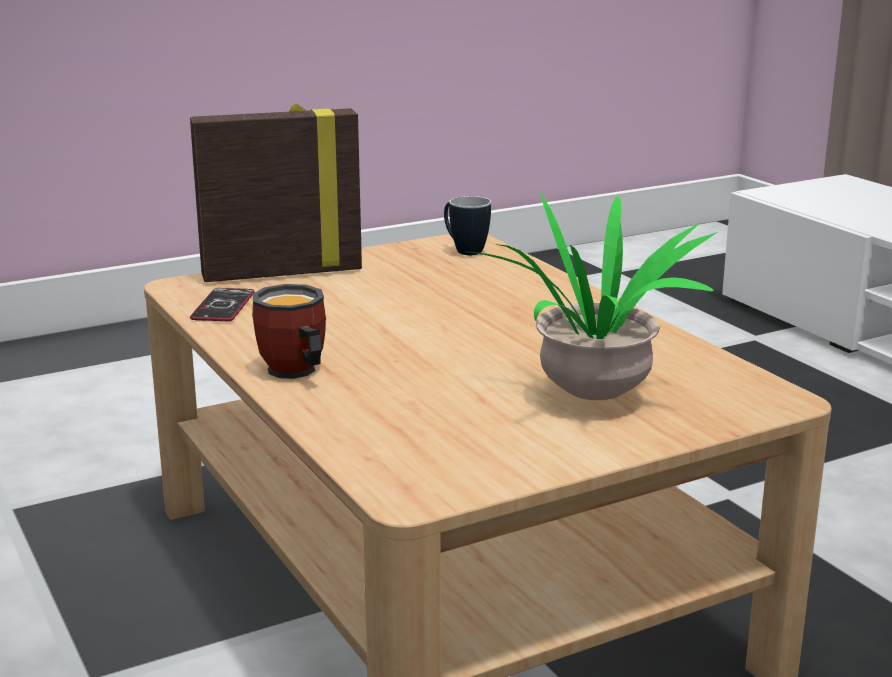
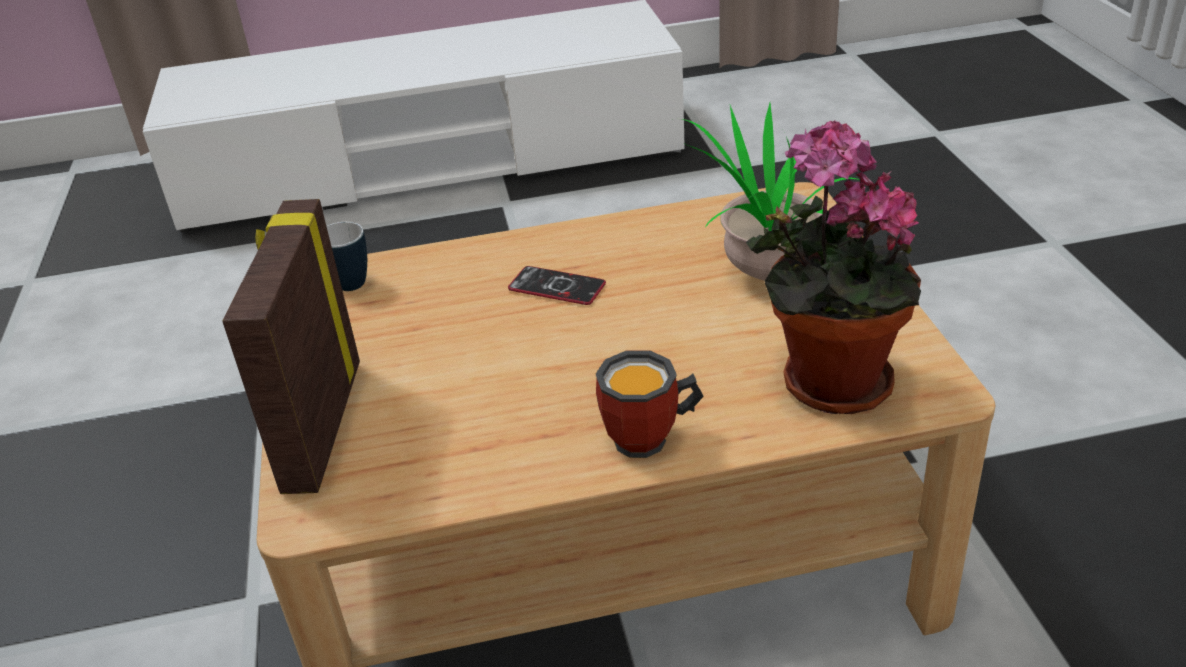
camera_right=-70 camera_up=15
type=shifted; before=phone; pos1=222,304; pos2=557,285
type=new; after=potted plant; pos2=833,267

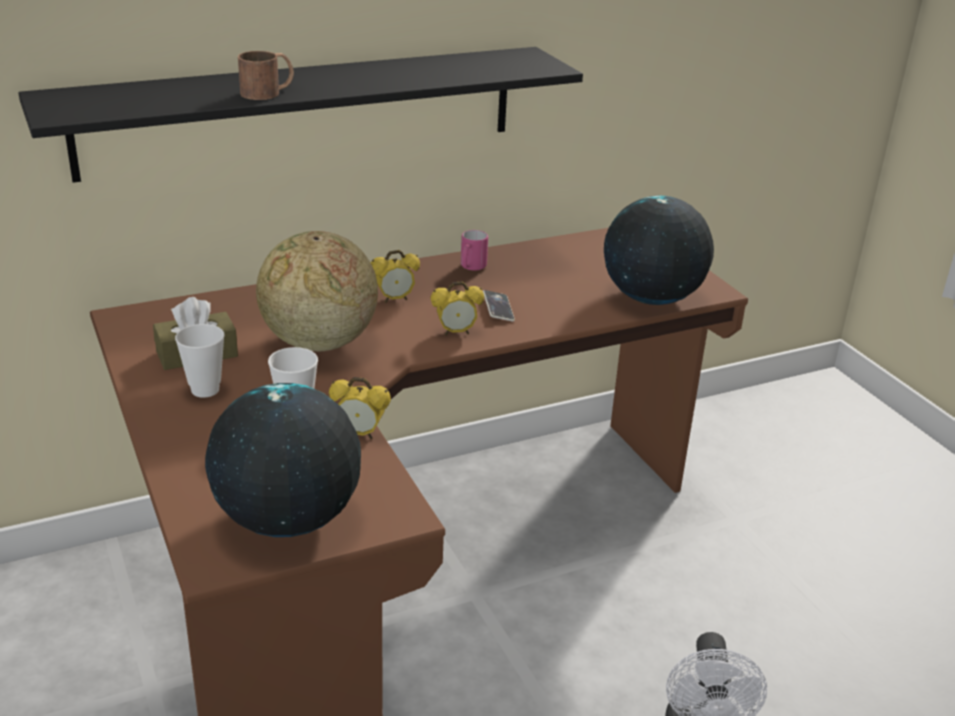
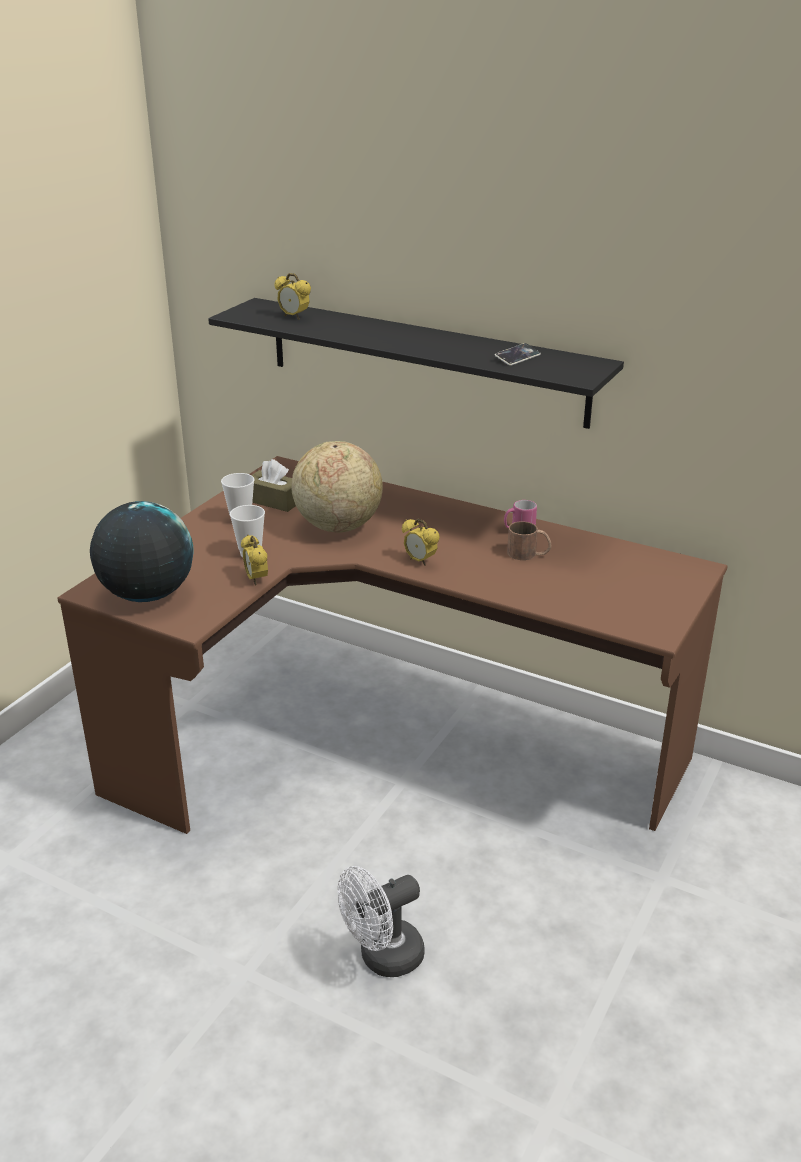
camera_right=55 camera_up=0
type=shifted; before=brown-coloured mug; pos1=266,75; pos2=529,540
type=gone; before=desk globe; pos1=659,250
type=shifted; before=table clock; pos1=395,276; pos2=292,296
type=shifted; before=phone; pos1=499,306; pos2=518,354

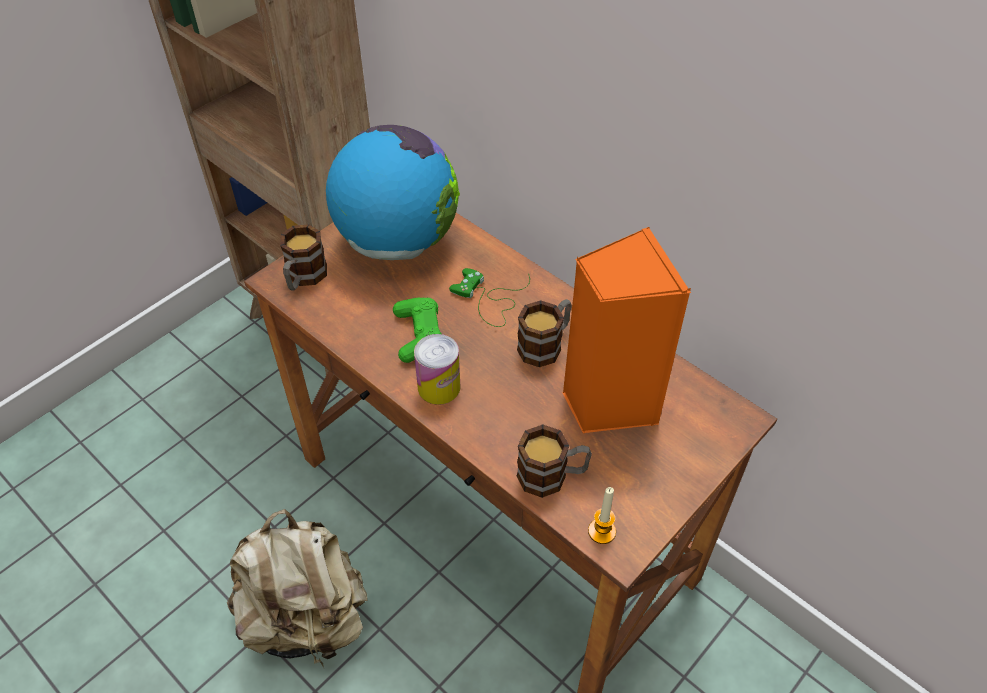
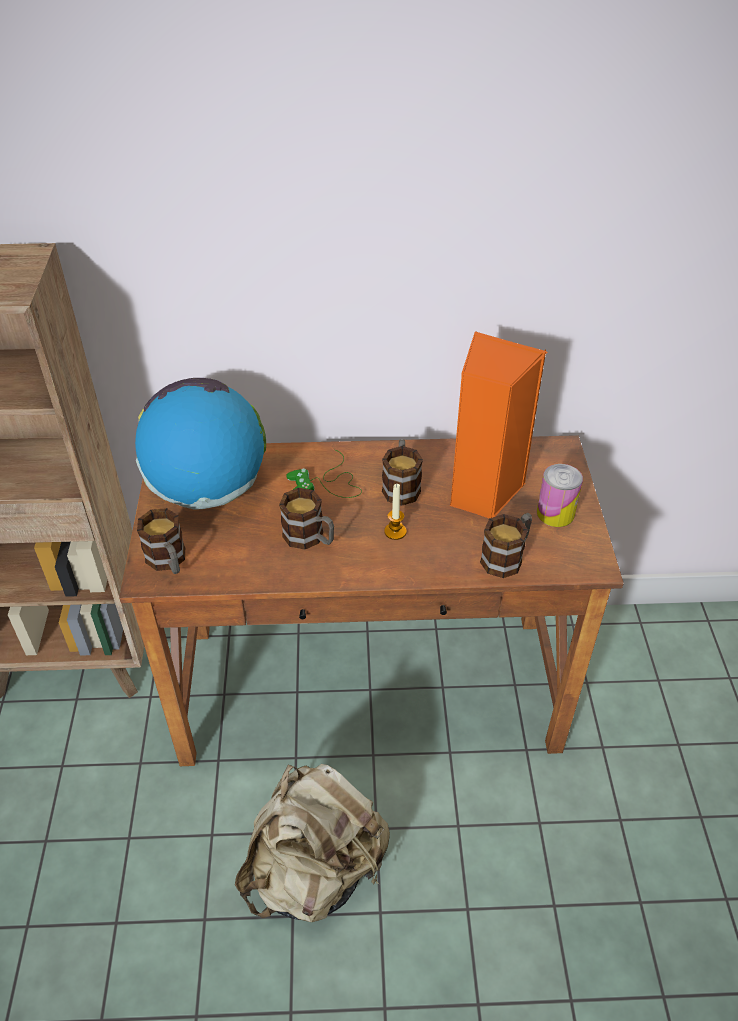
camera_right=-45 camera_up=-5
type=swapped; before=greenish game controller; after=mug; pos1=417,330; pos2=306,519
type=shifted; before=metal can; pos1=437,369; pos2=560,495
type=shifted; before=candle; pos1=602,515; pos2=395,512

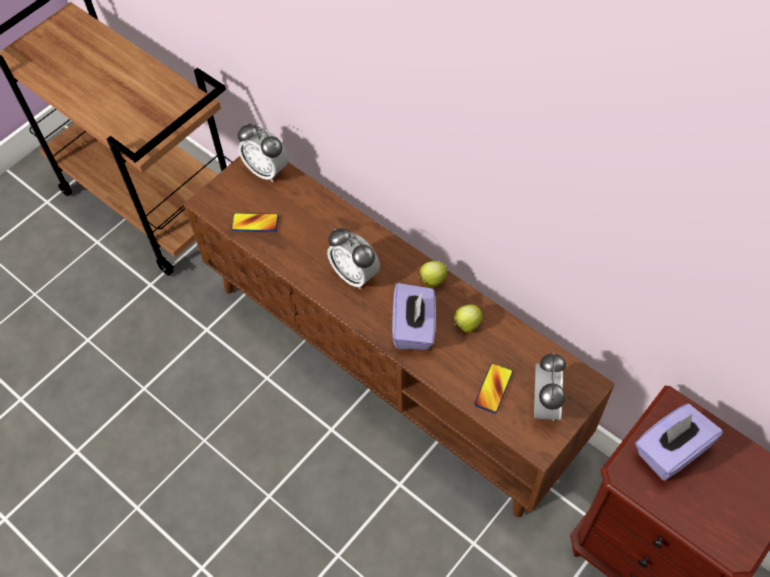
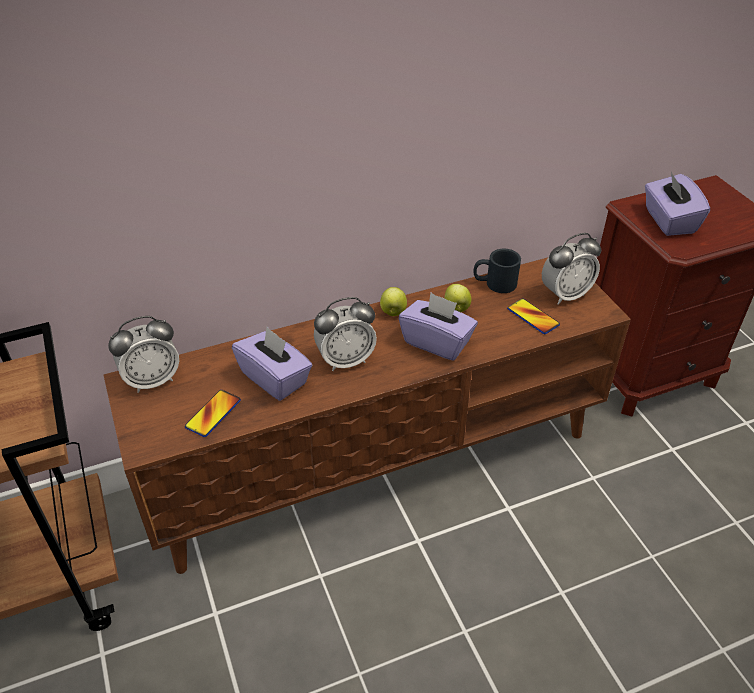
camera_right=-65 camera_up=-15
type=rotated; before=table clock; pos1=550,387; pos2=571,269; turn=120
type=new; after=black-coloured mug; pos2=497,271
type=new; after=purplish tissue holder; pos2=272,364

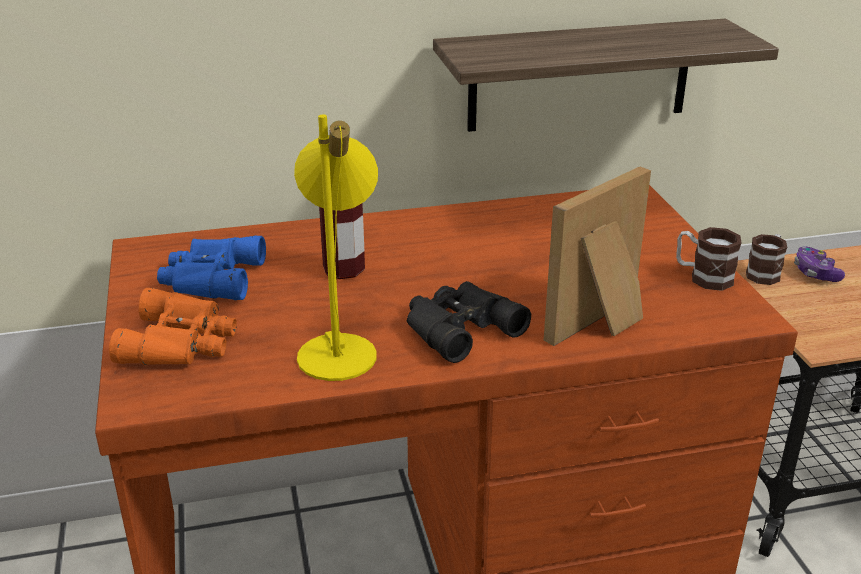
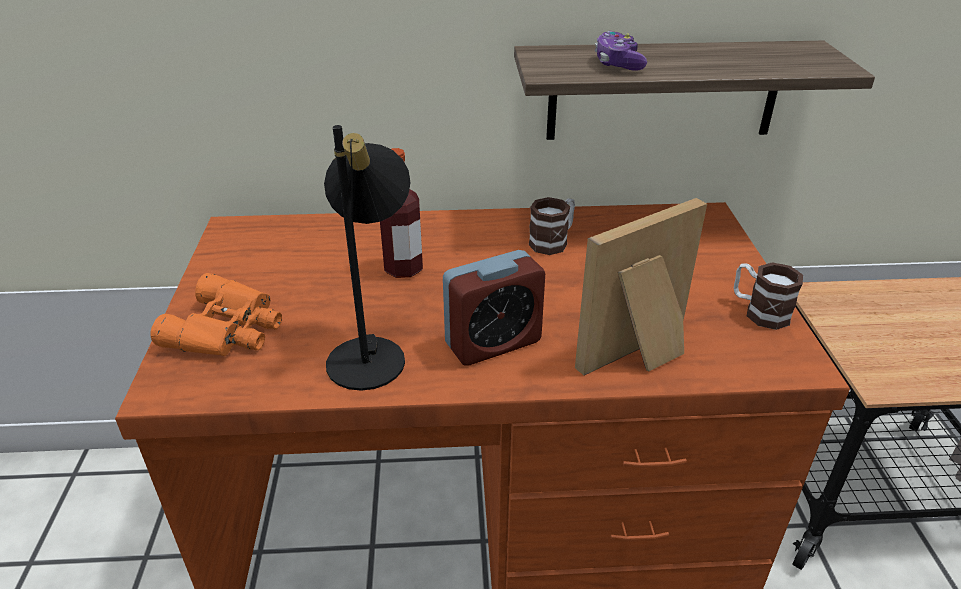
camera_right=10 camera_up=5
type=repainted; before=yellow-coloured lamp for a table; after=black-coloured lamp for a table; pos1=336,248; pos2=367,258
type=shifted; before=mug; pos1=766,259; pos2=552,226
type=gone; before=bluish pair of binoculars; pos1=211,267
type=shifted; before=game controller; pos1=819,264; pos2=621,51
type=swapped; before=black-coloured pair of binoculars; after=table clock; pos1=469,322; pos2=494,308

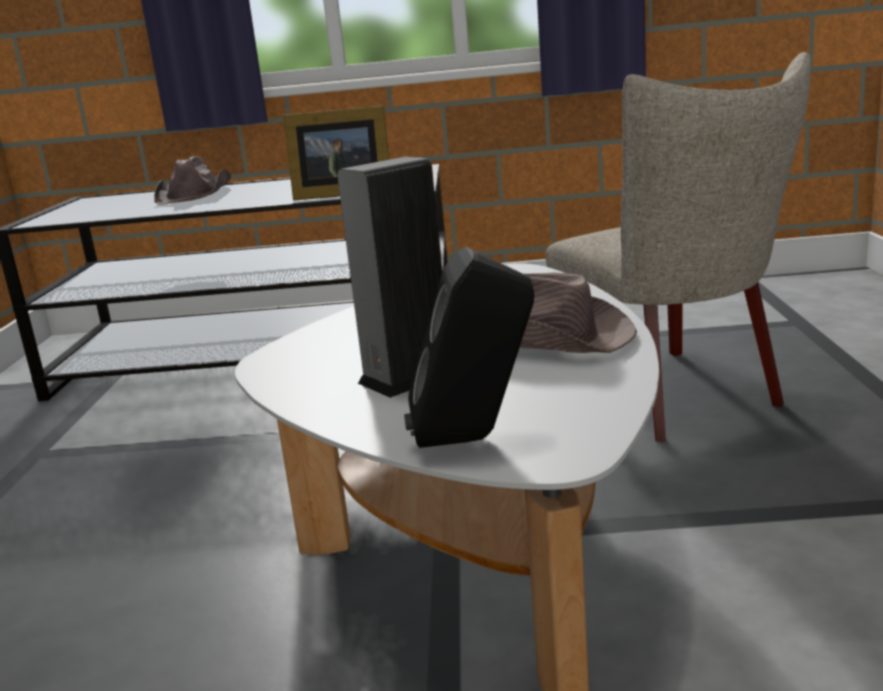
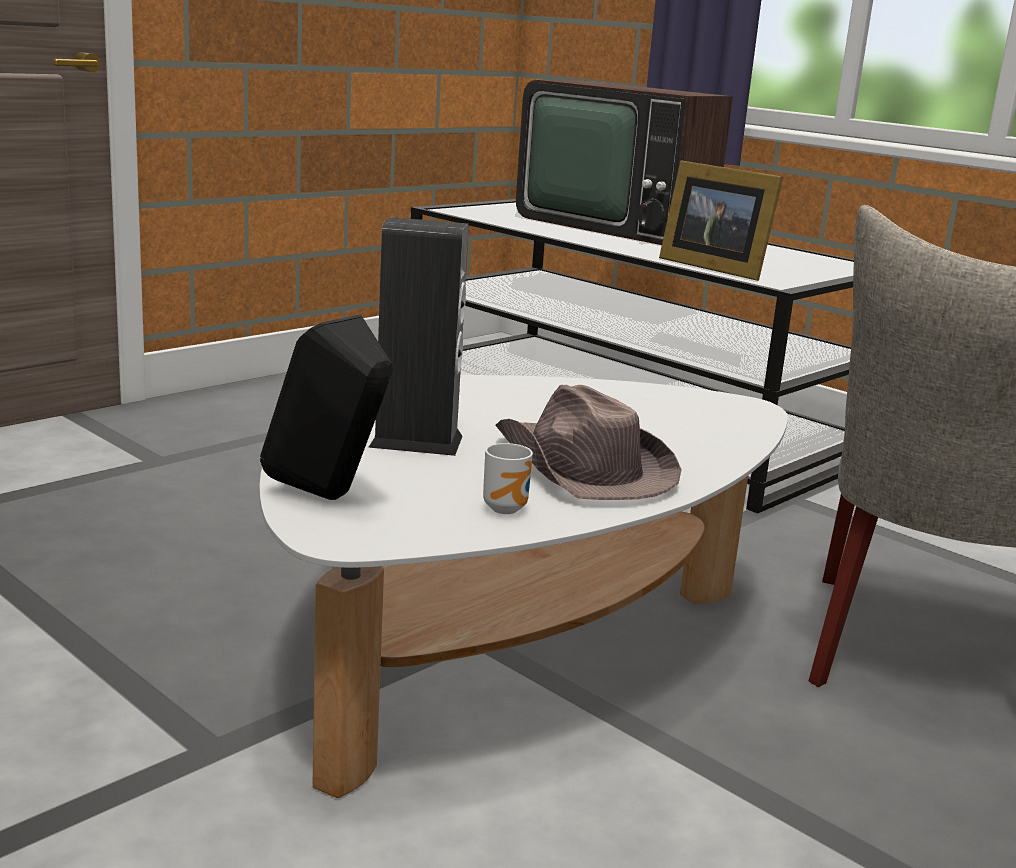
camera_right=40 camera_up=0
type=swapped; before=brown-coloured hat; after=TV set; pos1=192,180; pos2=624,162
type=new; after=mug; pos2=508,478

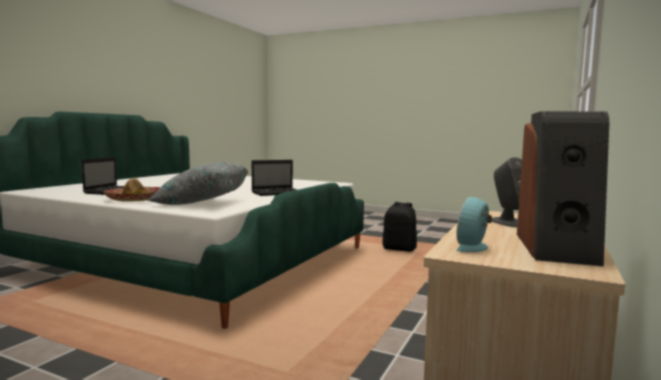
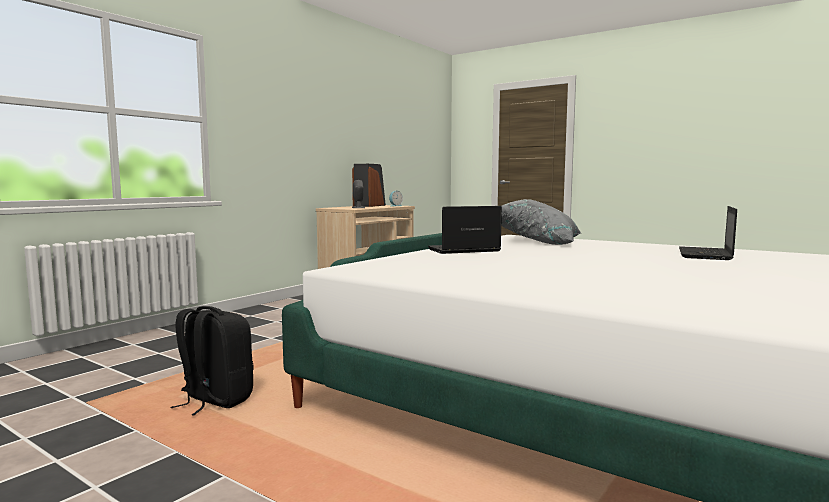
camera_right=-170 camera_up=0
type=gone; before=hat; pos1=131,190

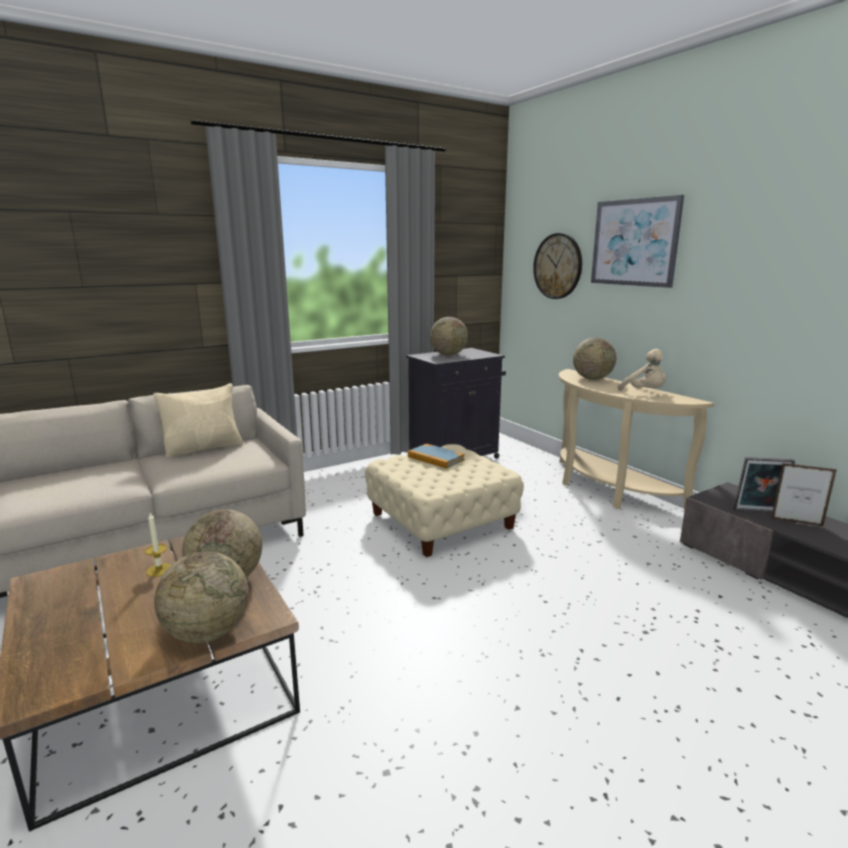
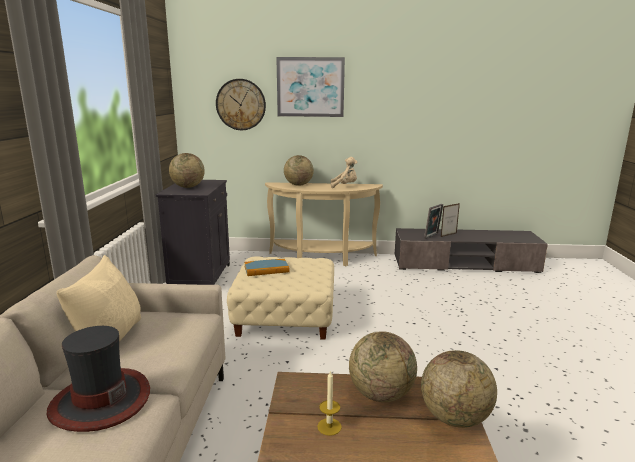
camera_right=-55 camera_up=0
type=new; after=hat; pos2=98,379

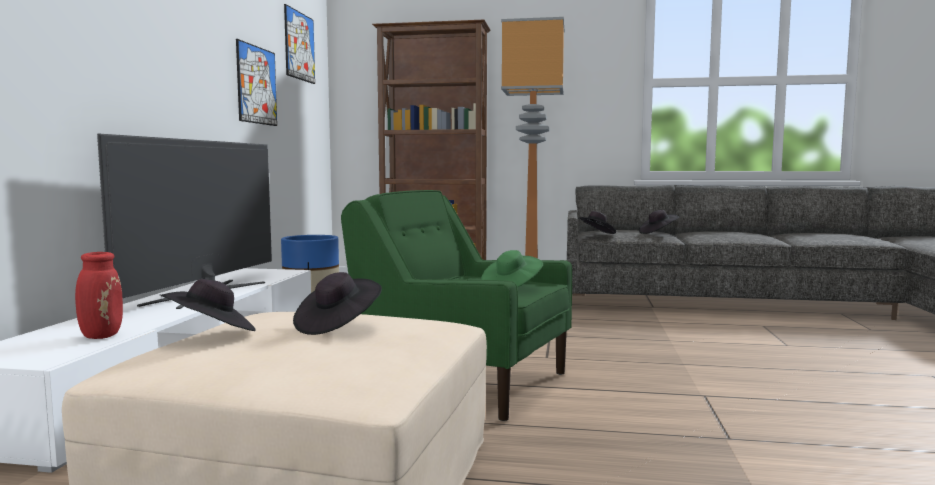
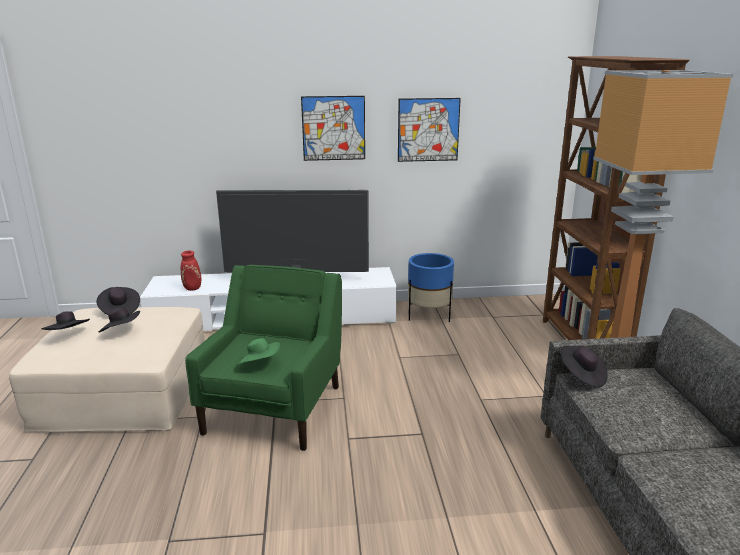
camera_right=75 camera_up=15
type=shifted; before=wall art; pos1=299,44; pos2=333,128
type=shifted; before=black-coloured hat; pos1=659,222; pos2=65,320

